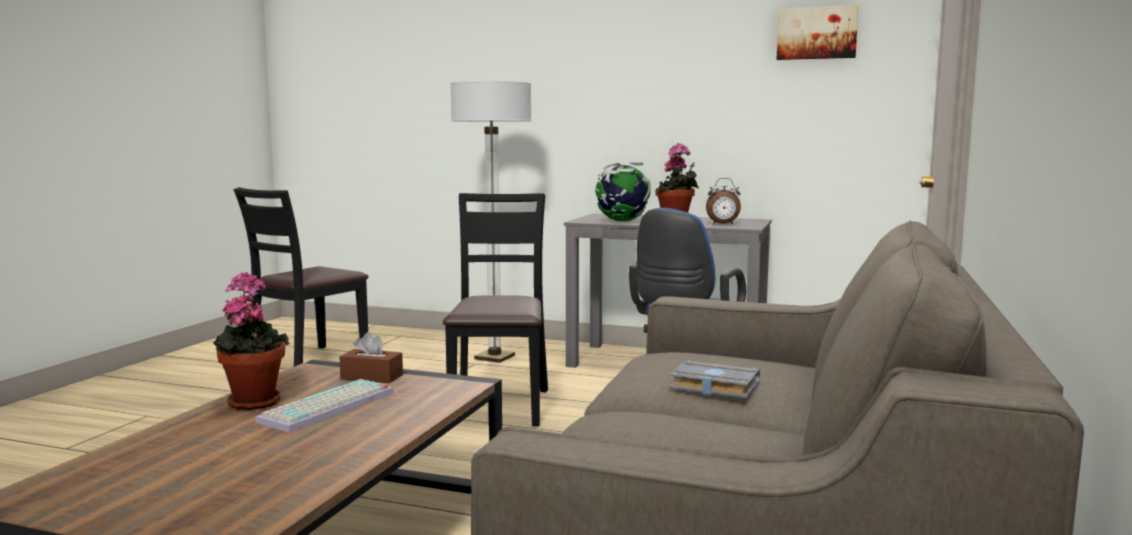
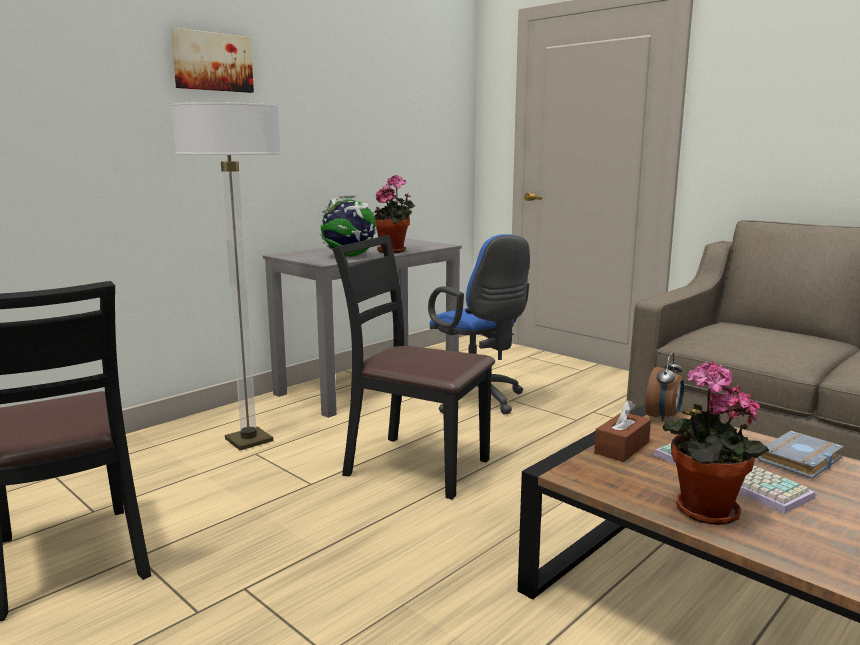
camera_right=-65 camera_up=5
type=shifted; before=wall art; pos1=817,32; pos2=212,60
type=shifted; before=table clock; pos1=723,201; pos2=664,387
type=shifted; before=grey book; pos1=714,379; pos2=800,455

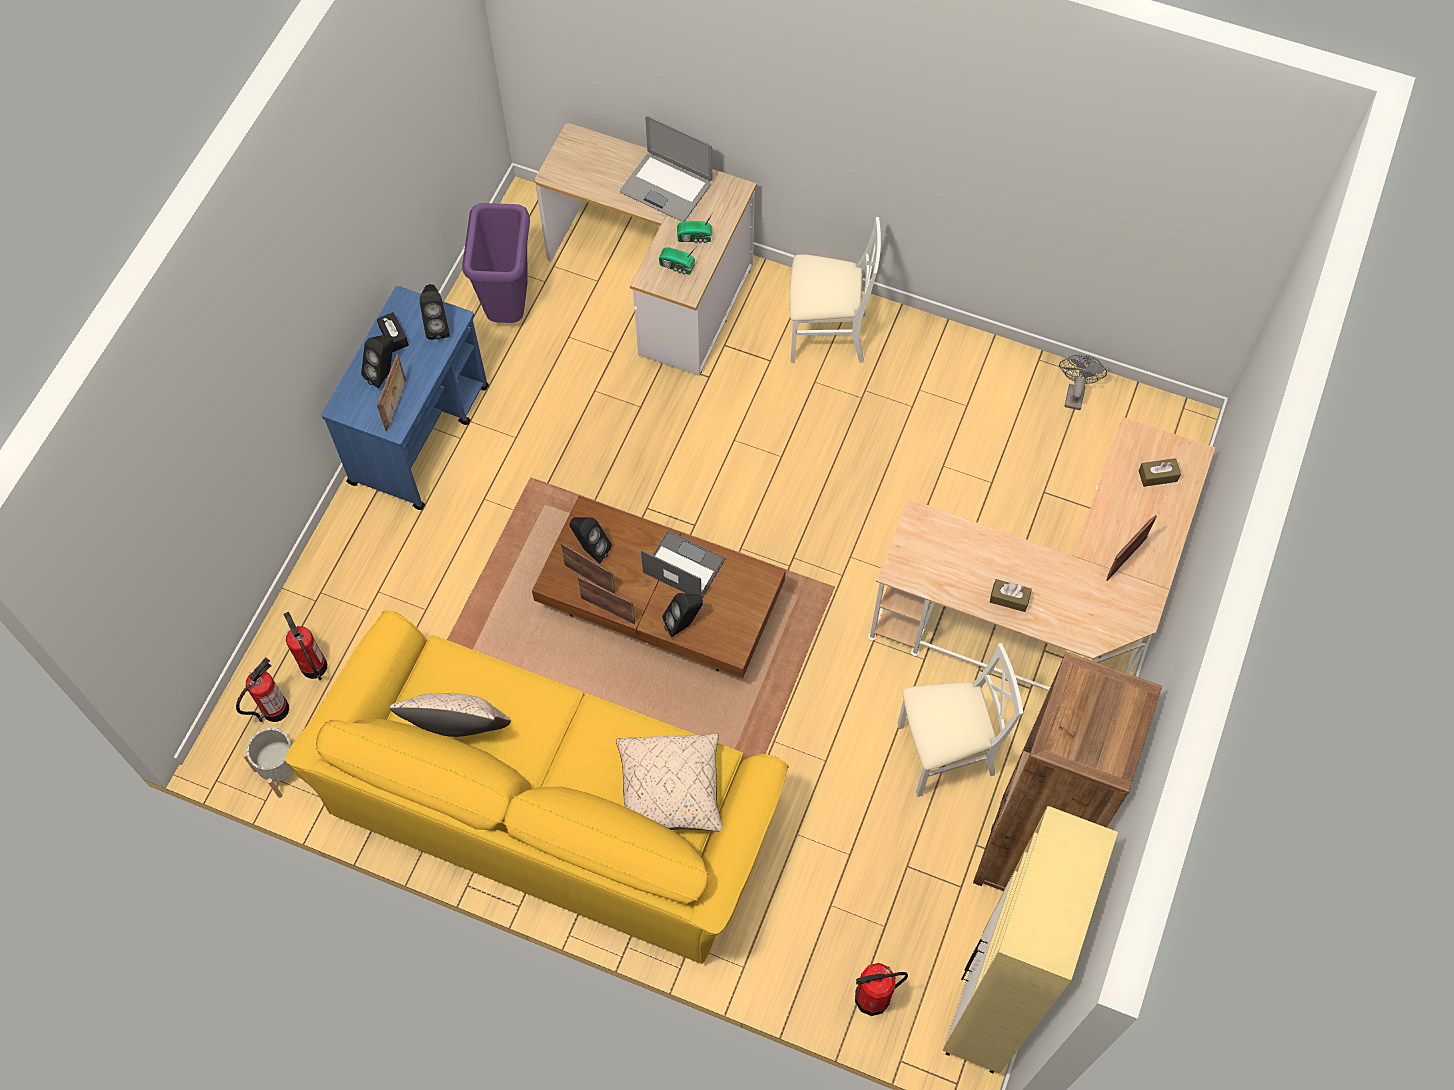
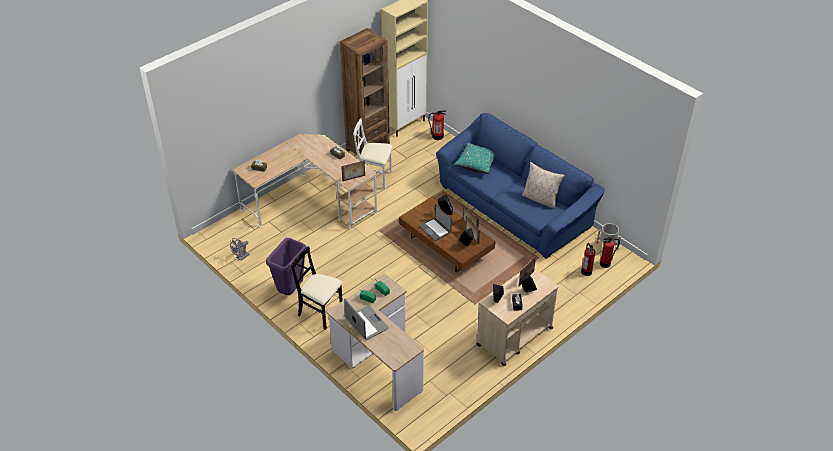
camera_right=-155 camera_up=-20
type=shifted; before=purplish rubbish bin; pos1=496,263; pos2=286,266
type=repainted; before=white chair; after=black-coloured chair; pos1=835,290; pos2=317,288
type=repainted; before=bluish wheeled cart; after=sand-coloured wheeled cart; pos1=405,398; pos2=517,317
type=shifted; before=picture frame; pos1=1132,548; pos2=353,171
type=repainted; before=yellow-coloured settee; after=bluish settee; pos1=537,787; pos2=520,186
type=repainted; before=sand-coloured cushion; after=turquoise-coloured cushion; pos1=669,783; pos2=475,158

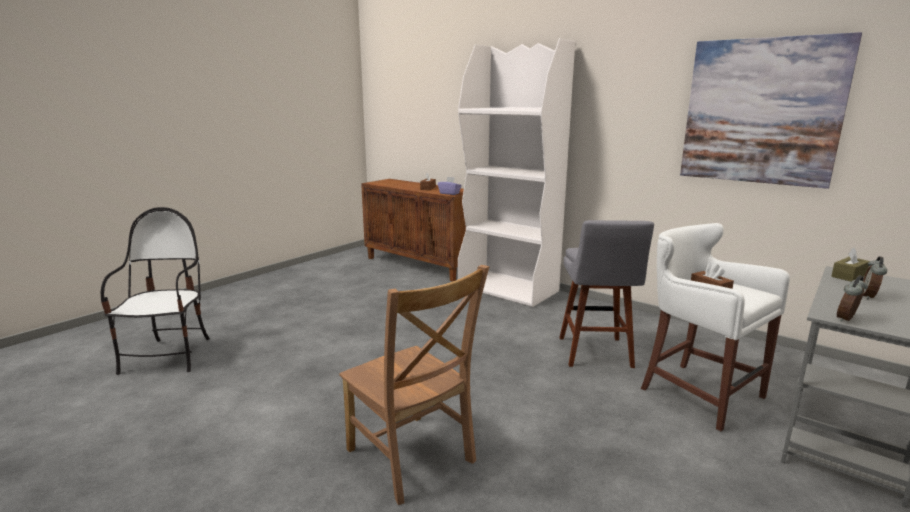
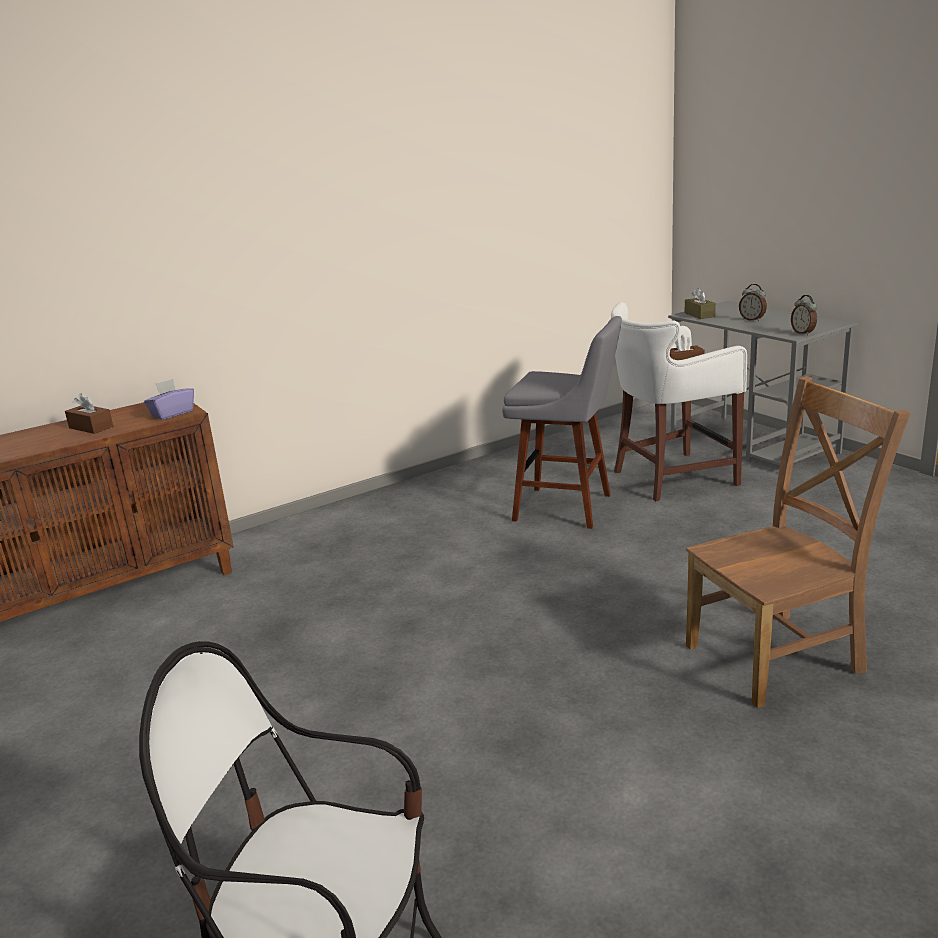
camera_right=-70 camera_up=5
type=gone; before=wall art; pos1=771,110
type=gone; before=white shelving unit; pos1=516,172

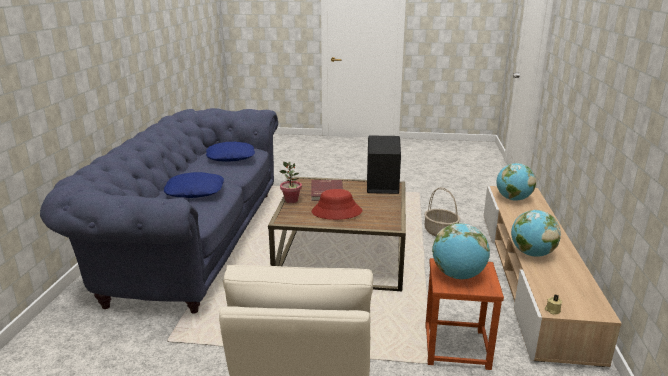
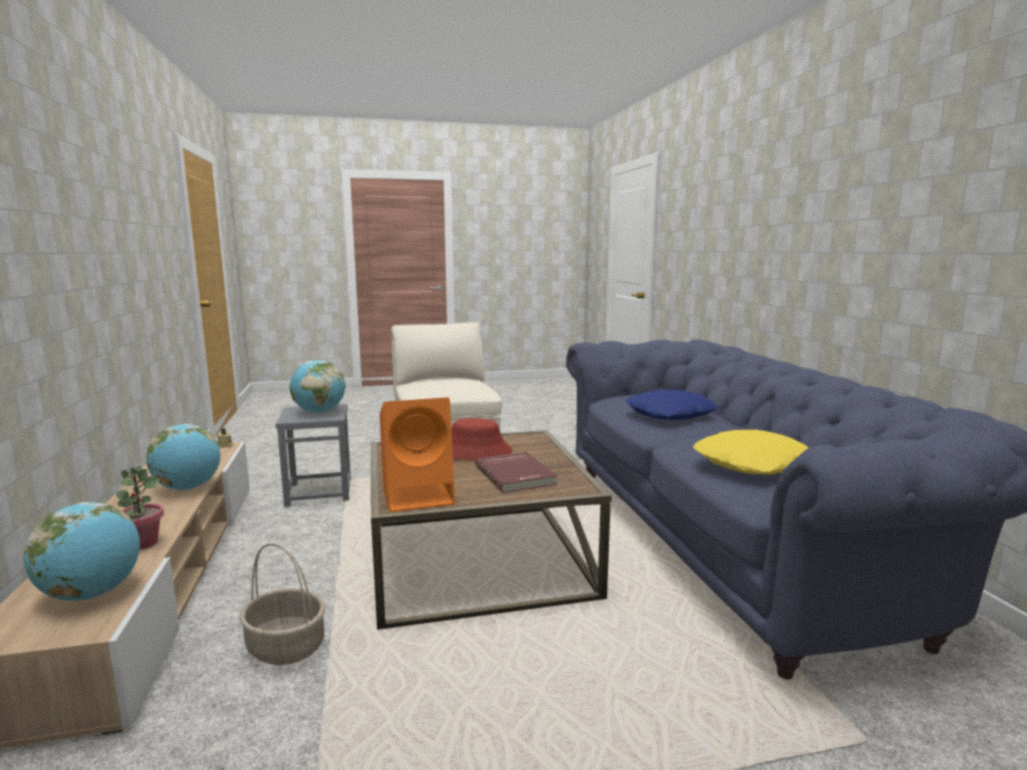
camera_right=160 camera_up=-10
type=repainted; before=black-coloured speaker; after=orangey speaker; pos1=384,164; pos2=417,454
type=repainted; before=bluish cushion; after=yellow-coloured cushion; pos1=230,152; pos2=751,452
type=shifted; before=potted plant; pos1=290,182; pos2=139,507
type=repainted; before=brown-coloured sitting stool; after=grey sitting stool; pos1=464,314; pos2=313,455

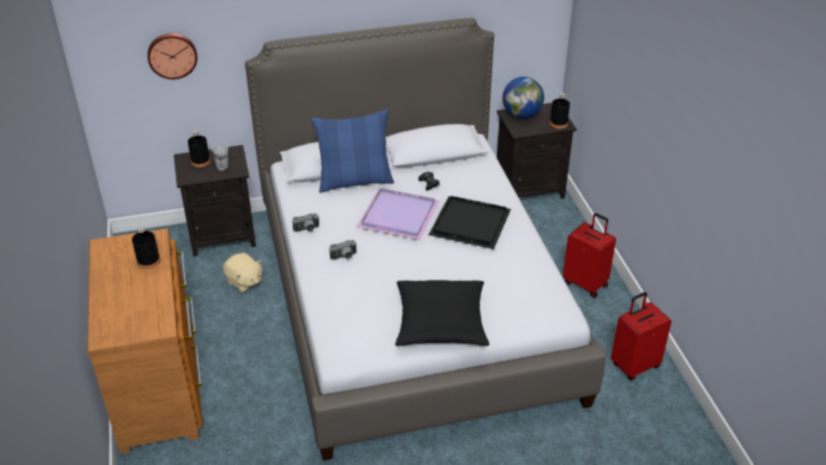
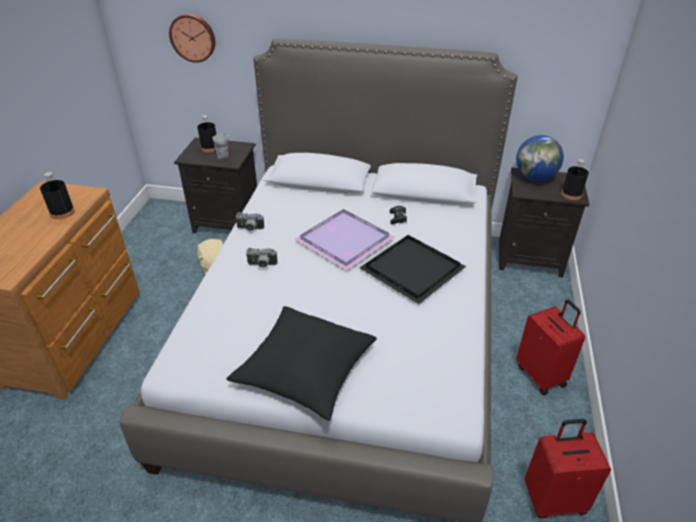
camera_right=25 camera_up=0
type=gone; before=bluish cushion; pos1=352,151

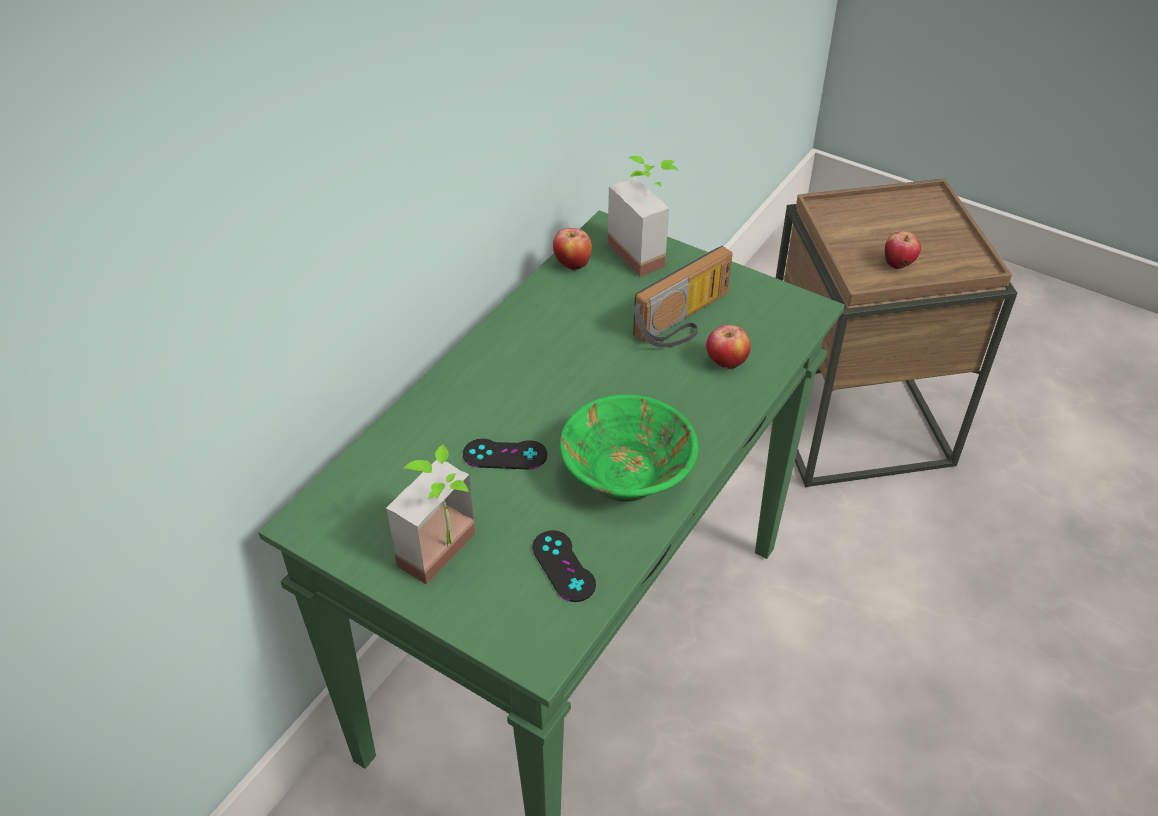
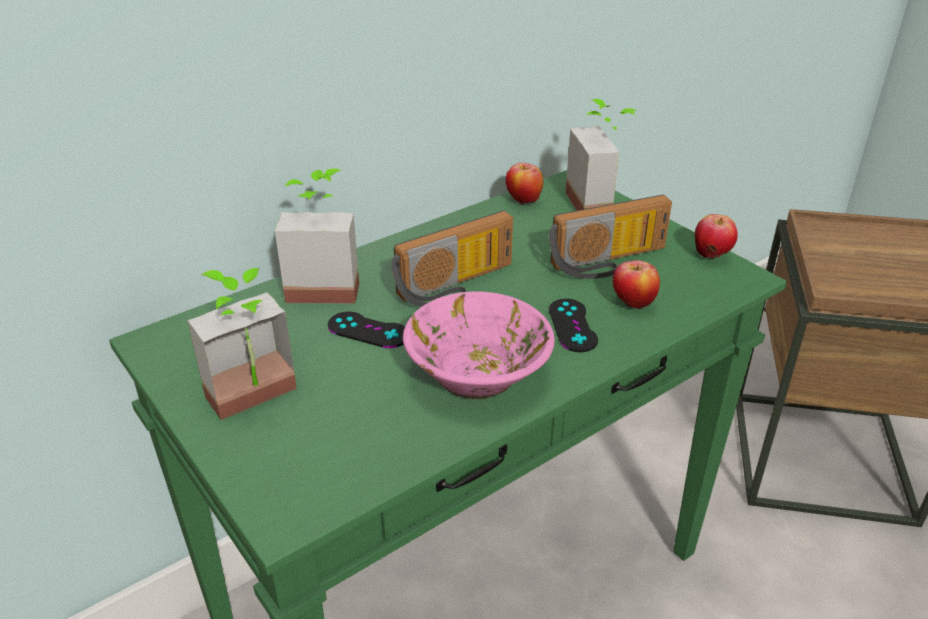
camera_right=20 camera_up=-10
type=shifted; before=apple; pos1=903,250; pos2=716,236
type=repainted; before=greenish deep dish; after=pink-coloured deep dish; pos1=628,448; pos2=479,345
type=shifted; before=black-coloured game controller; pos1=564,566; pos2=573,325
type=new; after=potted plant; pos2=317,236
type=new; after=radio receiver; pos2=452,259

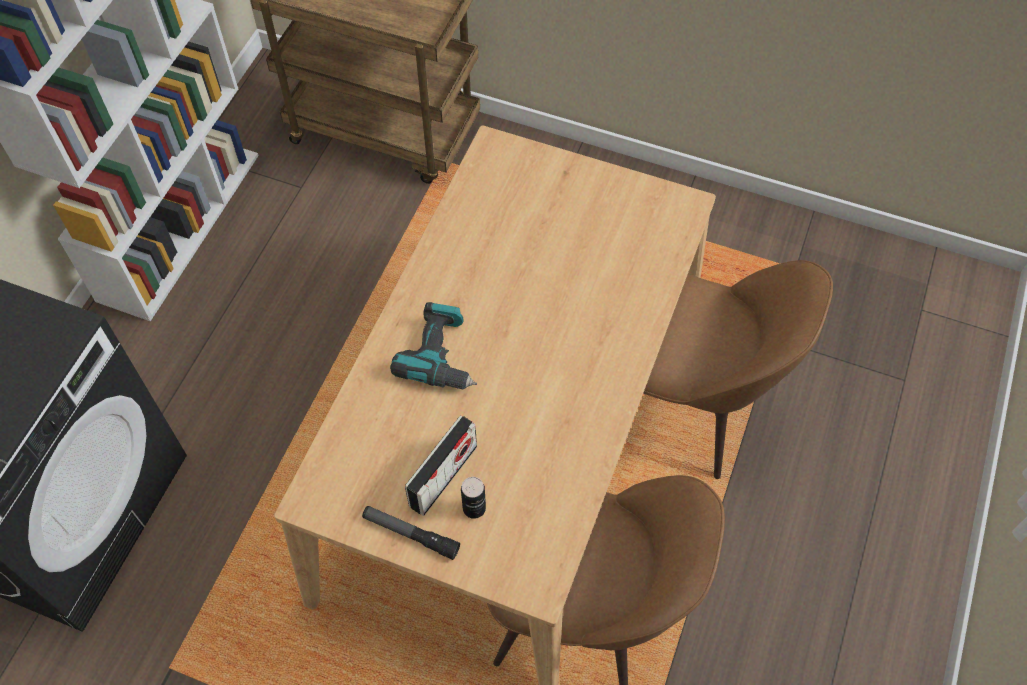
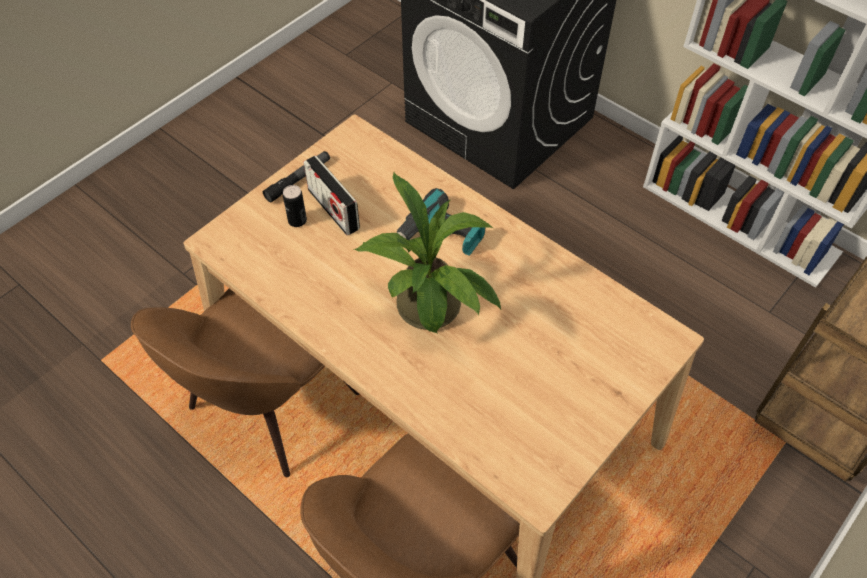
camera_right=110 camera_up=-5
type=new; after=potted plant; pos2=427,253

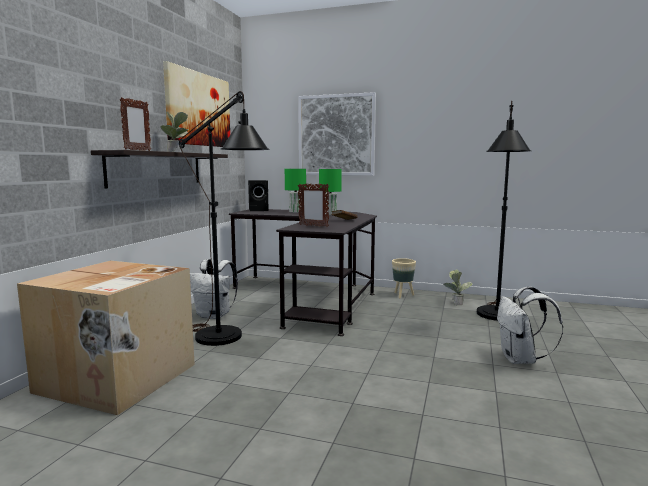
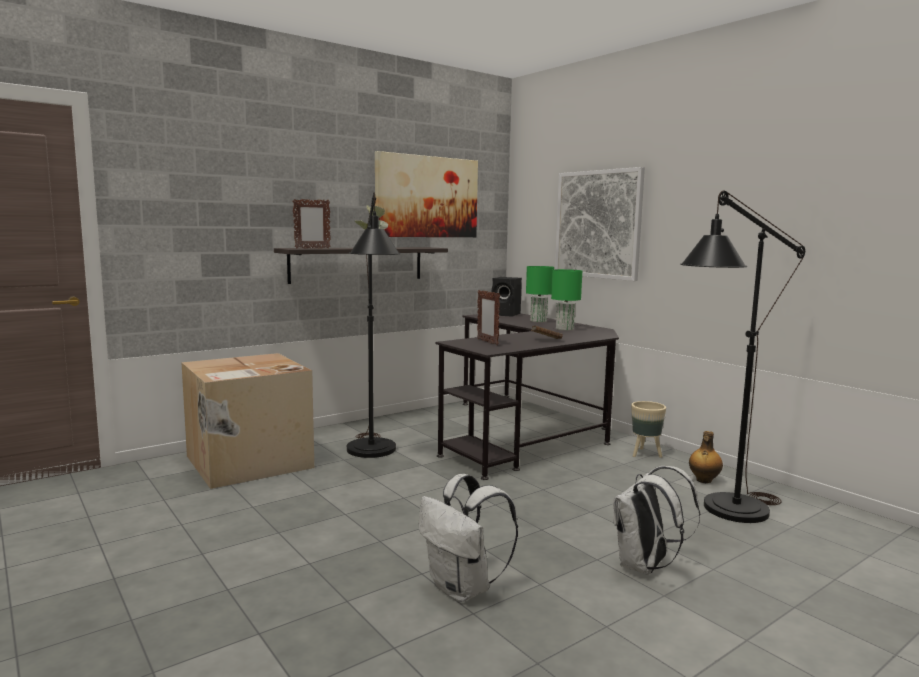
camera_right=35 camera_up=0
type=shifted; before=white rucksack; pos1=214,289; pos2=468,538
type=swapped; before=potted plant; after=beverage bottle; pos1=458,287; pos2=706,457

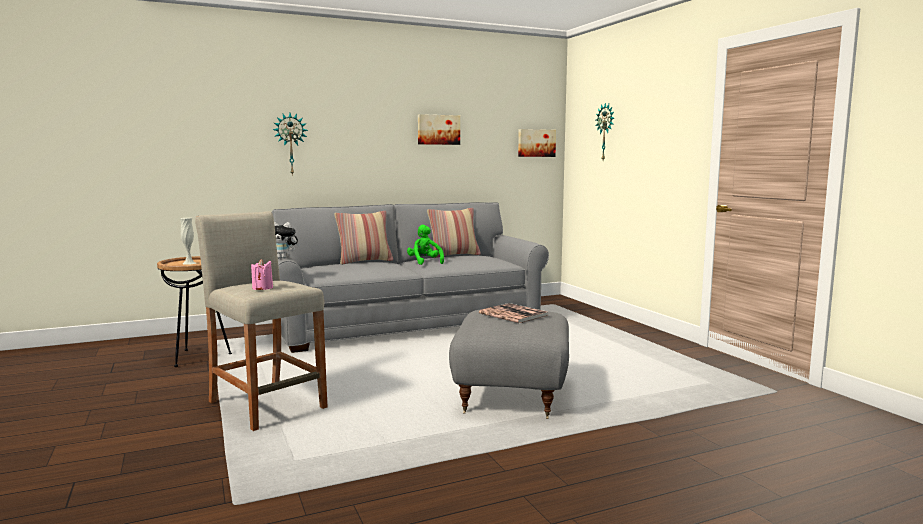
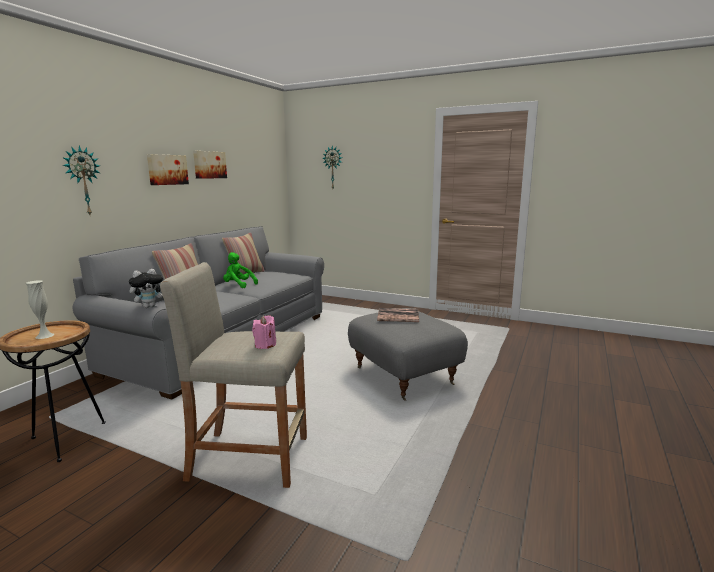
camera_right=-40 camera_up=5
type=shifted; before=wall art; pos1=537,143; pos2=168,169

